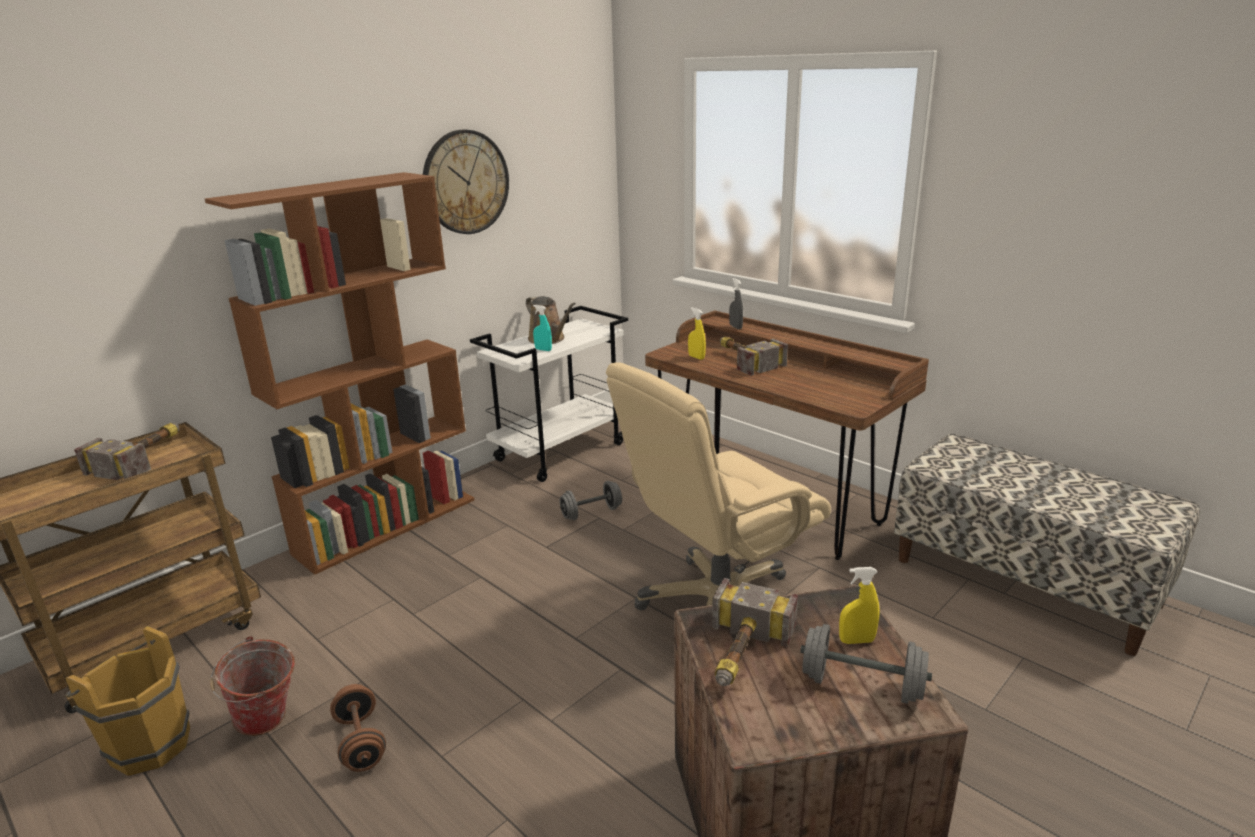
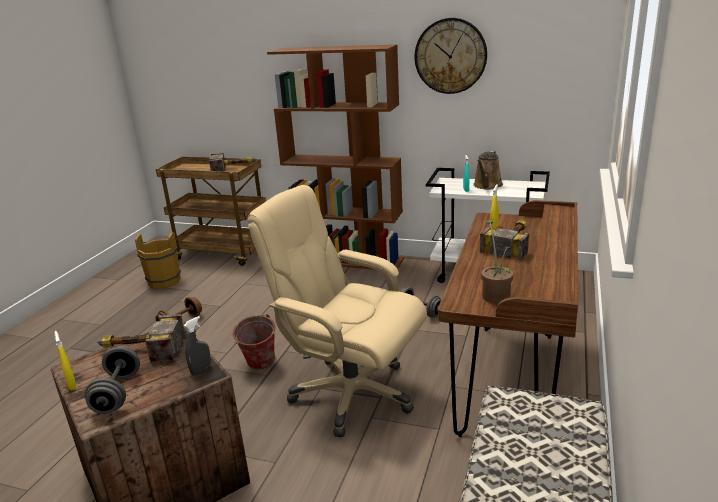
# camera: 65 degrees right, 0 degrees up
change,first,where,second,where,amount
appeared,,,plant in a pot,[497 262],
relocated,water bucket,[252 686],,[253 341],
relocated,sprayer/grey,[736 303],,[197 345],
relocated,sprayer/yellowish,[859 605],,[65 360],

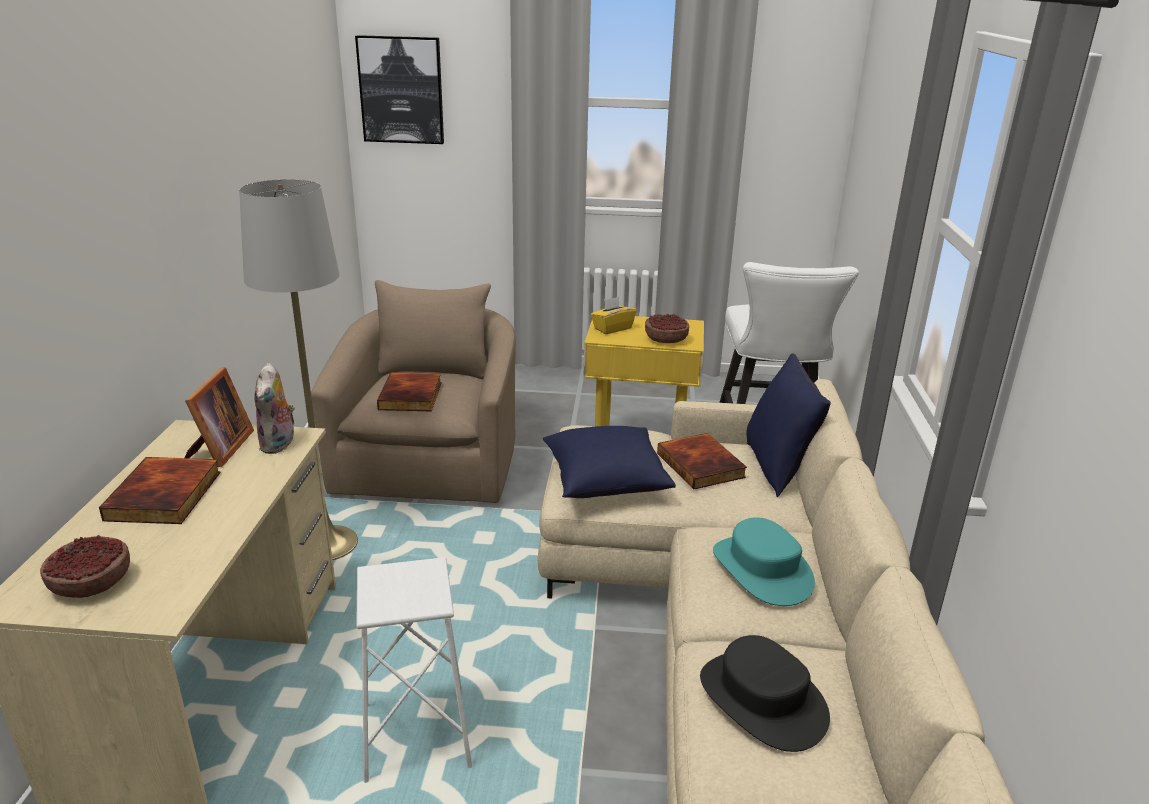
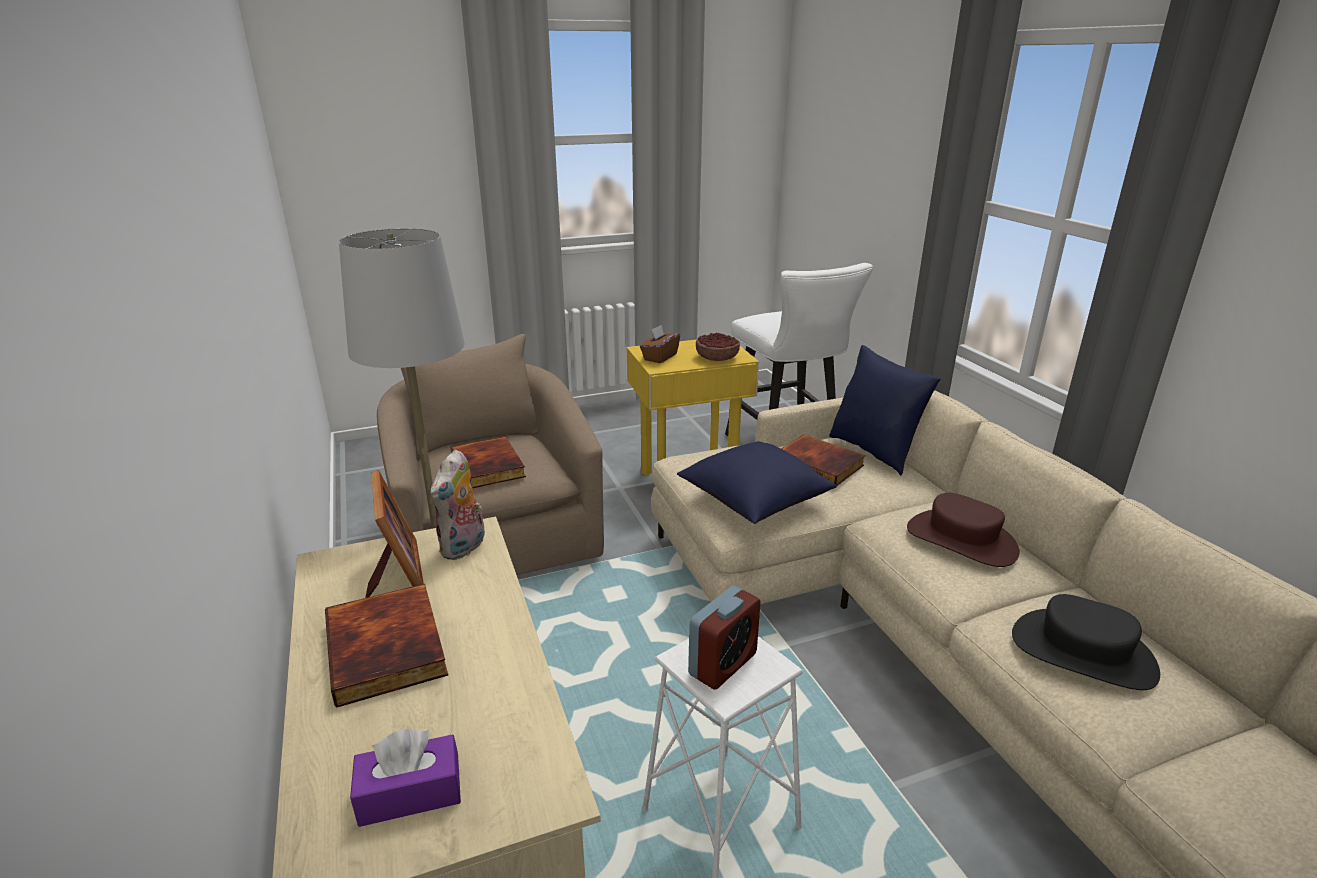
# camera: 25 degrees left, 0 degrees up
change,first,where,second,where,amount
missing,wall art,[399 89],,,
appeared,,,bedside clock,[724 638],
exchanged,deep dish,[85 566],box of tissues/purple-coloured,[405 778],
colour,box of tissues/yellowish,[613 315],box of tissues/brownish,[660 343],
colour,clothing hat/turquoise,[764 561],clothing hat/brownish,[963 530],
spun,cuddly toy,[274 408],,[457 504],45 degrees clockwise

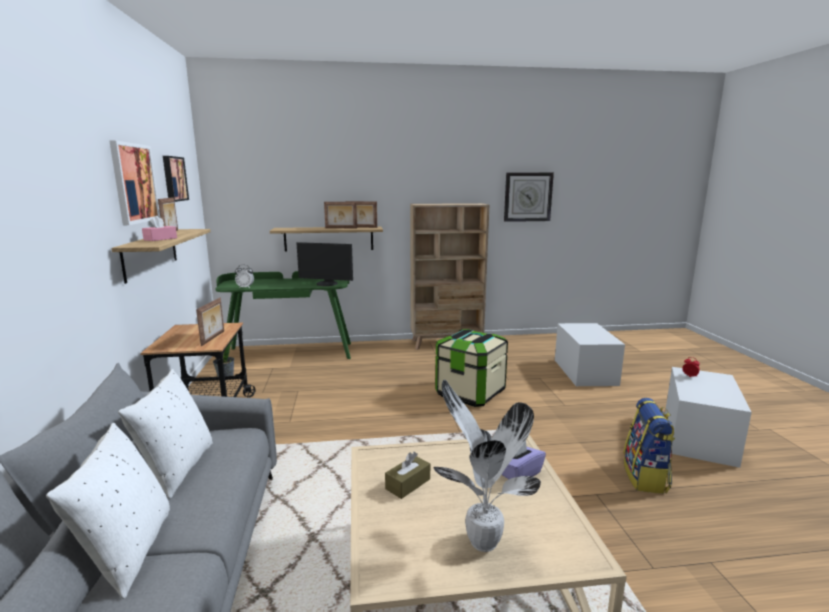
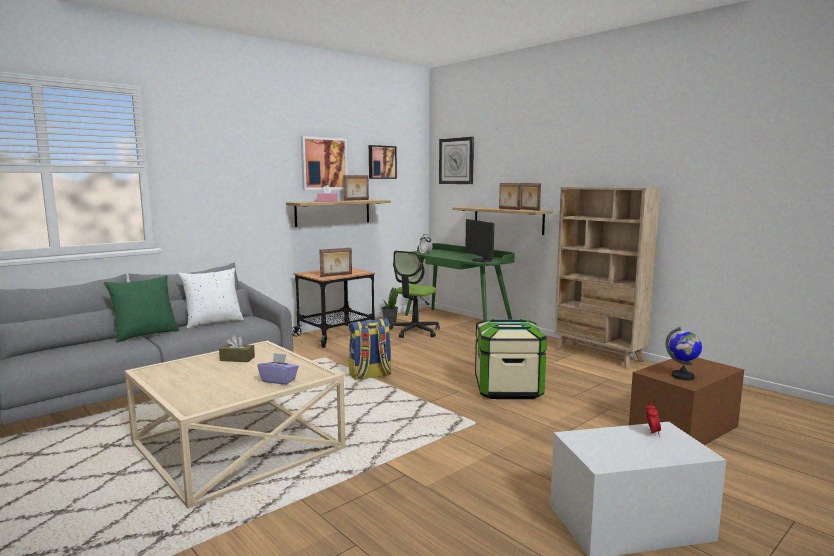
# camera: 55 degrees right, 5 degrees down
change,first,where,second,where,amount
missing,plant in a pot,[487 466],,,
appeared,,,computer chair,[414 294],
appeared,,,globe,[684 353],
relocated,hanging clock,[529 197],,[456 160],
relocated,knapsack,[649 446],,[370 349],
colour,throw pillow/whitish,[108 511],throw pillow/green,[141 309],
colour,storage box/whitish,[590 354],storage box/brownish,[686 401],

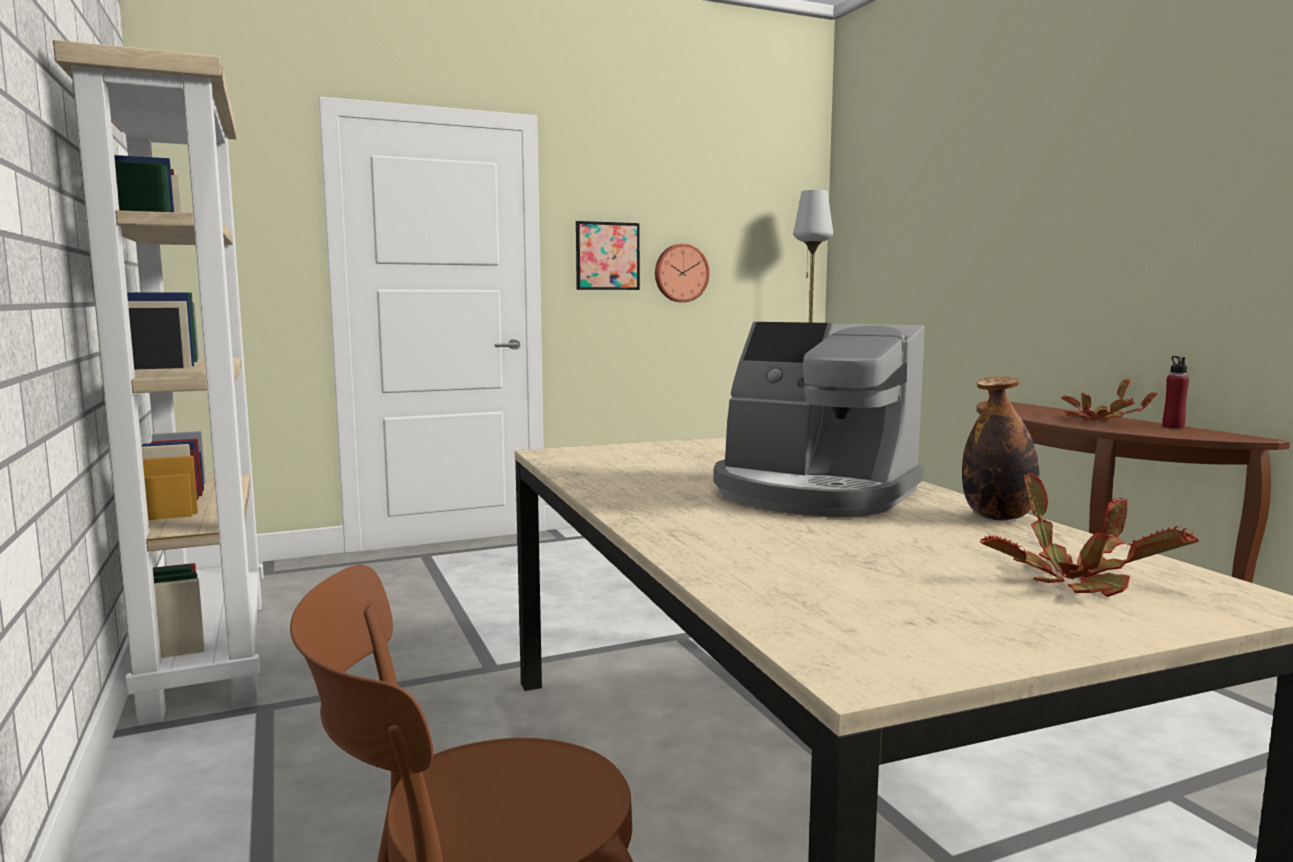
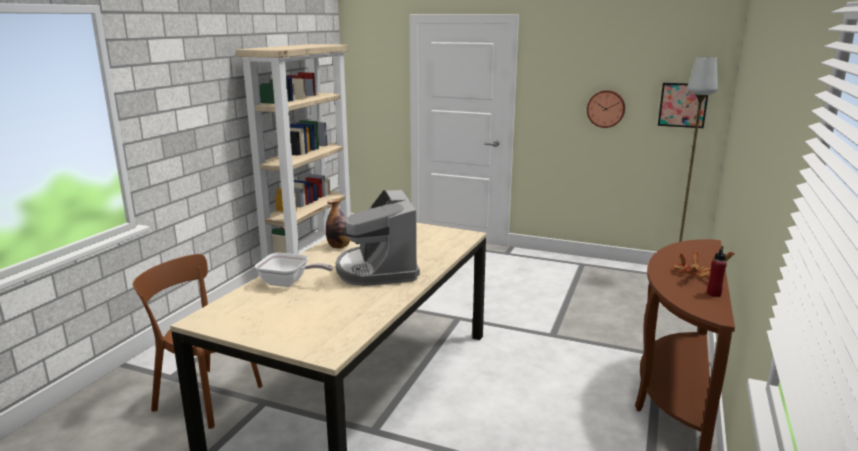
# camera: 45 degrees right, 10 degrees up
change,first,where,second,where,amount
missing,plant in a pot,[1089 534],,,
appeared,,,pan,[294 270],
relocated,wall art,[608 255],,[683 105],
relocated,bottle,[1001 448],,[338 223],

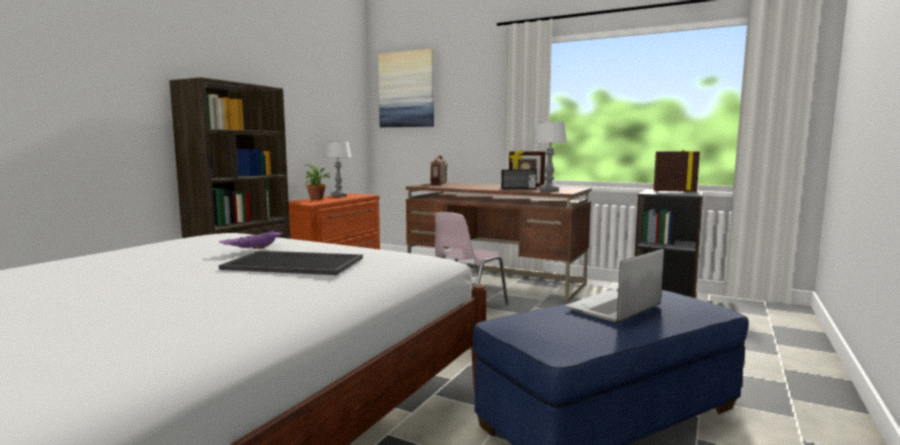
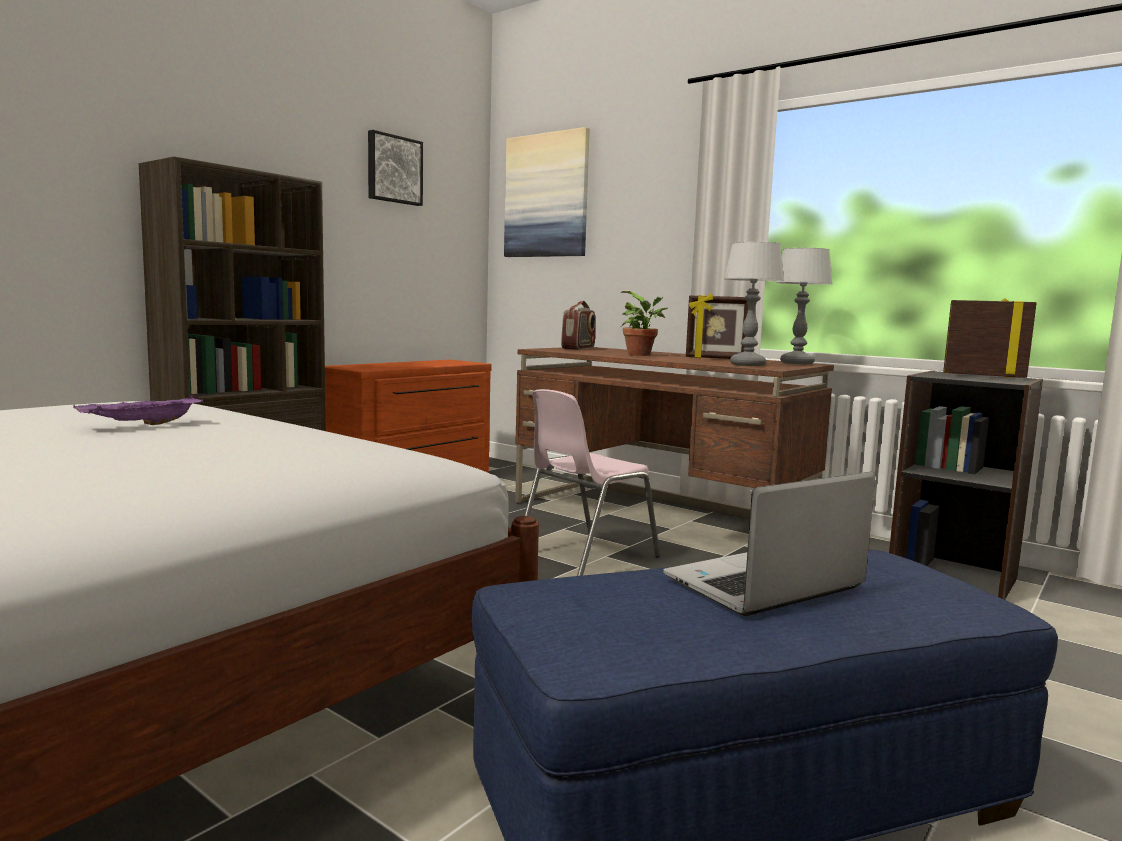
# camera: 10 degrees right, 0 degrees up
change,first,where,second,where,amount
missing,tray,[291 262],,,
missing,radio set,[519 179],,,
appeared,,,wall art,[395 168],
relocated,plant in a pot,[317 182],,[644 323],
relocated,lamp for a table,[337 169],,[804 306],

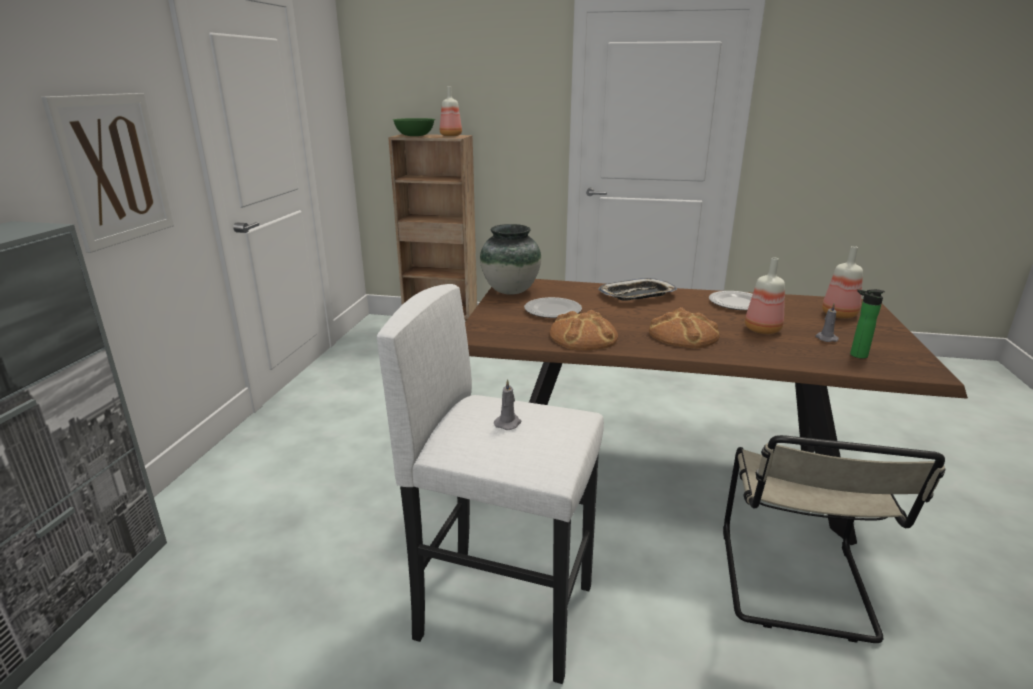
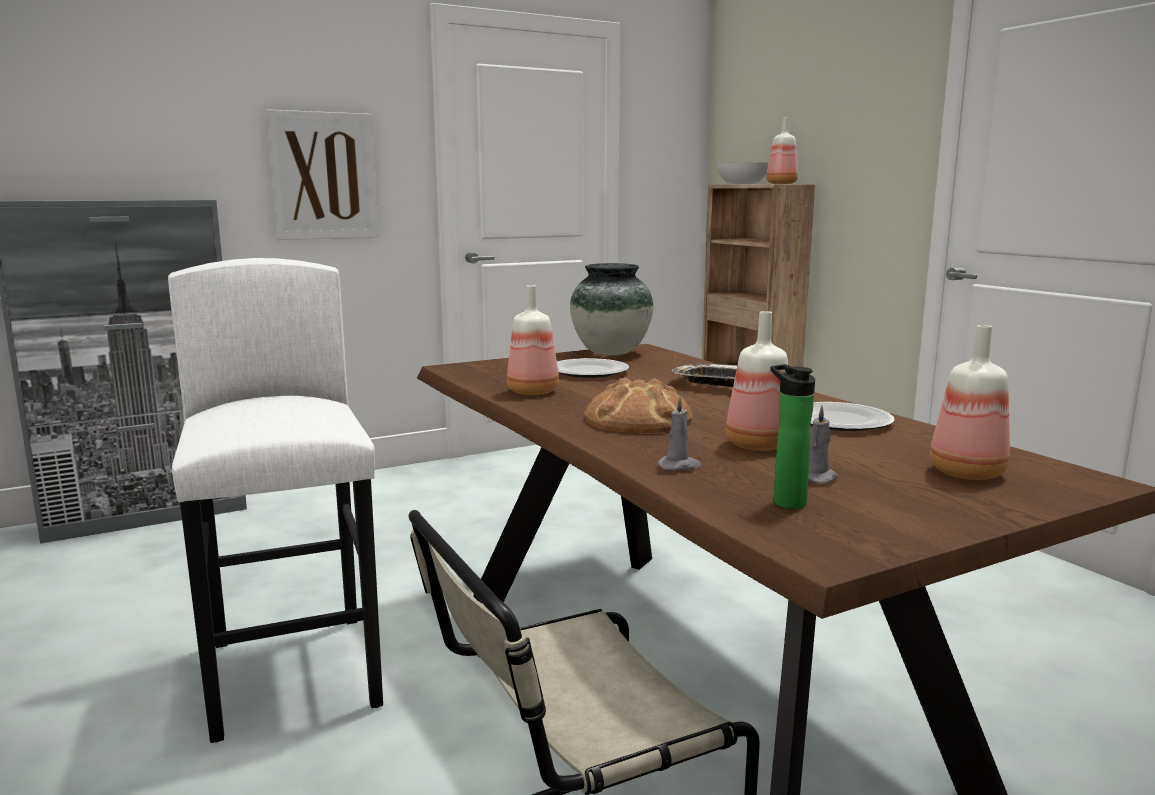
# camera: 50 degrees right, 10 degrees down
change,first,where,second,where,amount
relocated,wax light/grey,[507 404],,[679 433],
exchanged,baked bread,[584 330],bottle,[533 340],
colour,deep dish/green,[414 127],deep dish/whitish,[741 173],

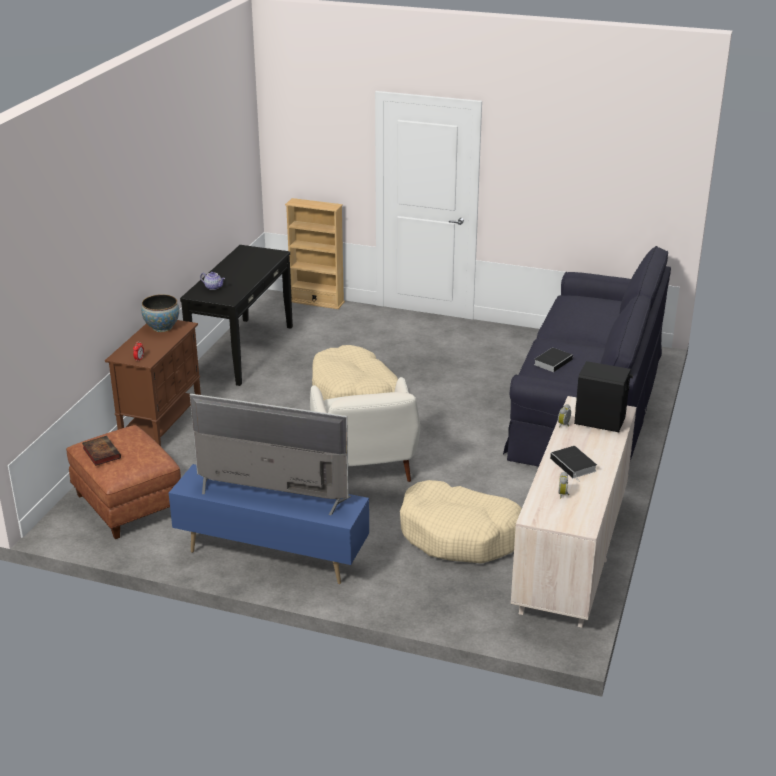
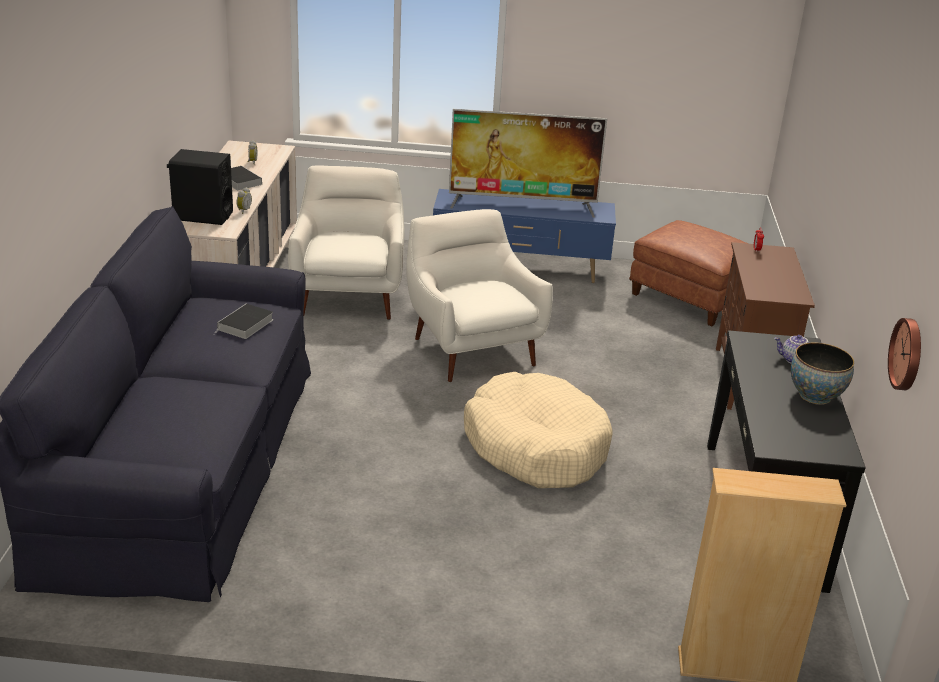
# camera: 165 degrees right, 0 degrees up
change,first,where,second,where,amount
missing,bound book,[101 451],,,
appeared,,,hanging clock,[904 354],
relocated,deep dish,[160 313],,[822 373],
exchanged,dog bed/beige-coloured,[461 521],armchair/whitish,[346 242],

